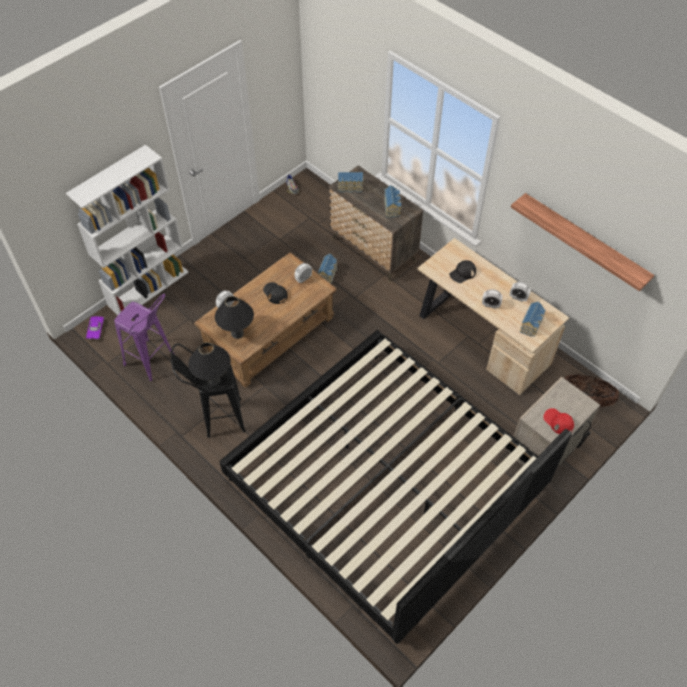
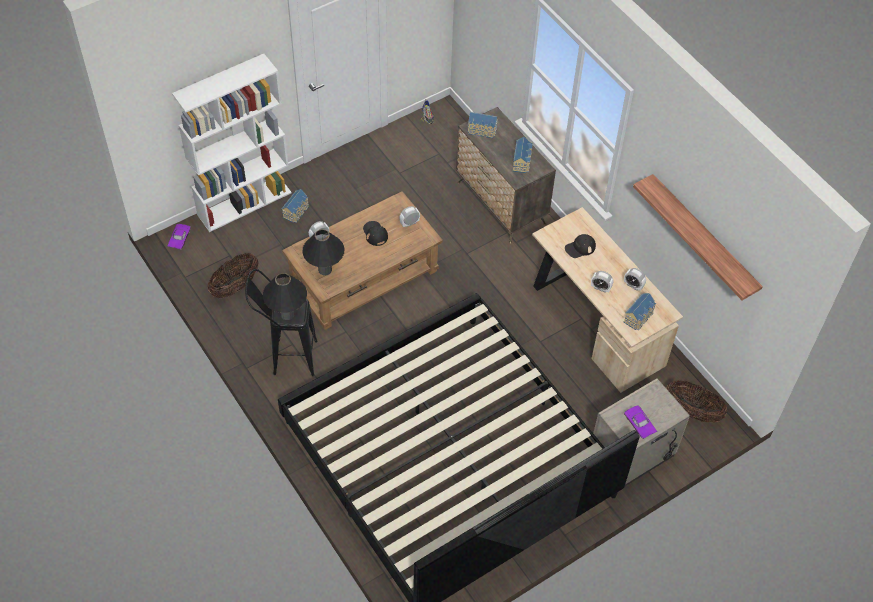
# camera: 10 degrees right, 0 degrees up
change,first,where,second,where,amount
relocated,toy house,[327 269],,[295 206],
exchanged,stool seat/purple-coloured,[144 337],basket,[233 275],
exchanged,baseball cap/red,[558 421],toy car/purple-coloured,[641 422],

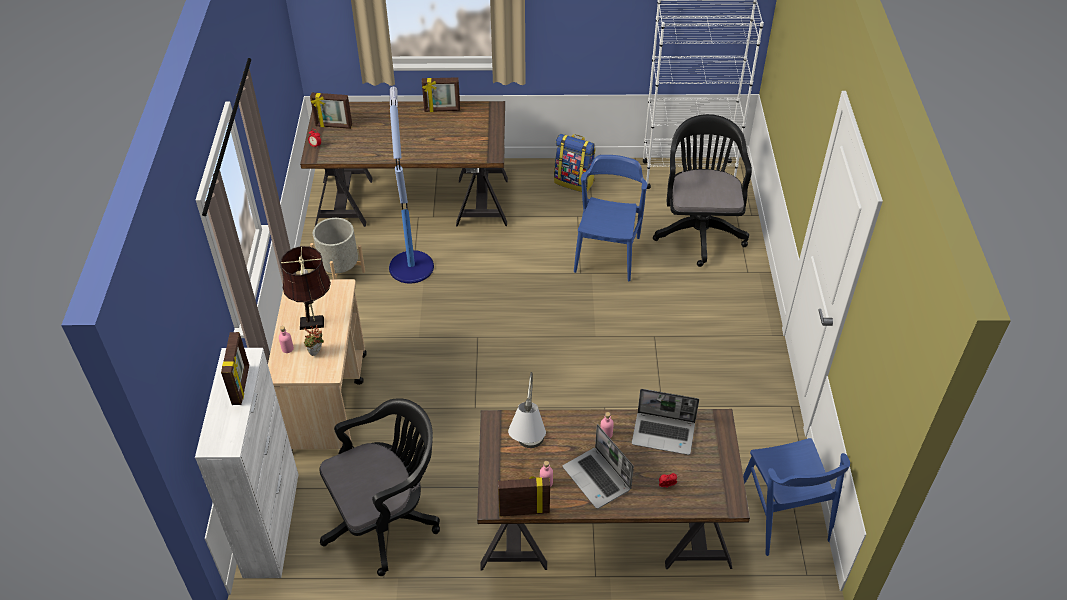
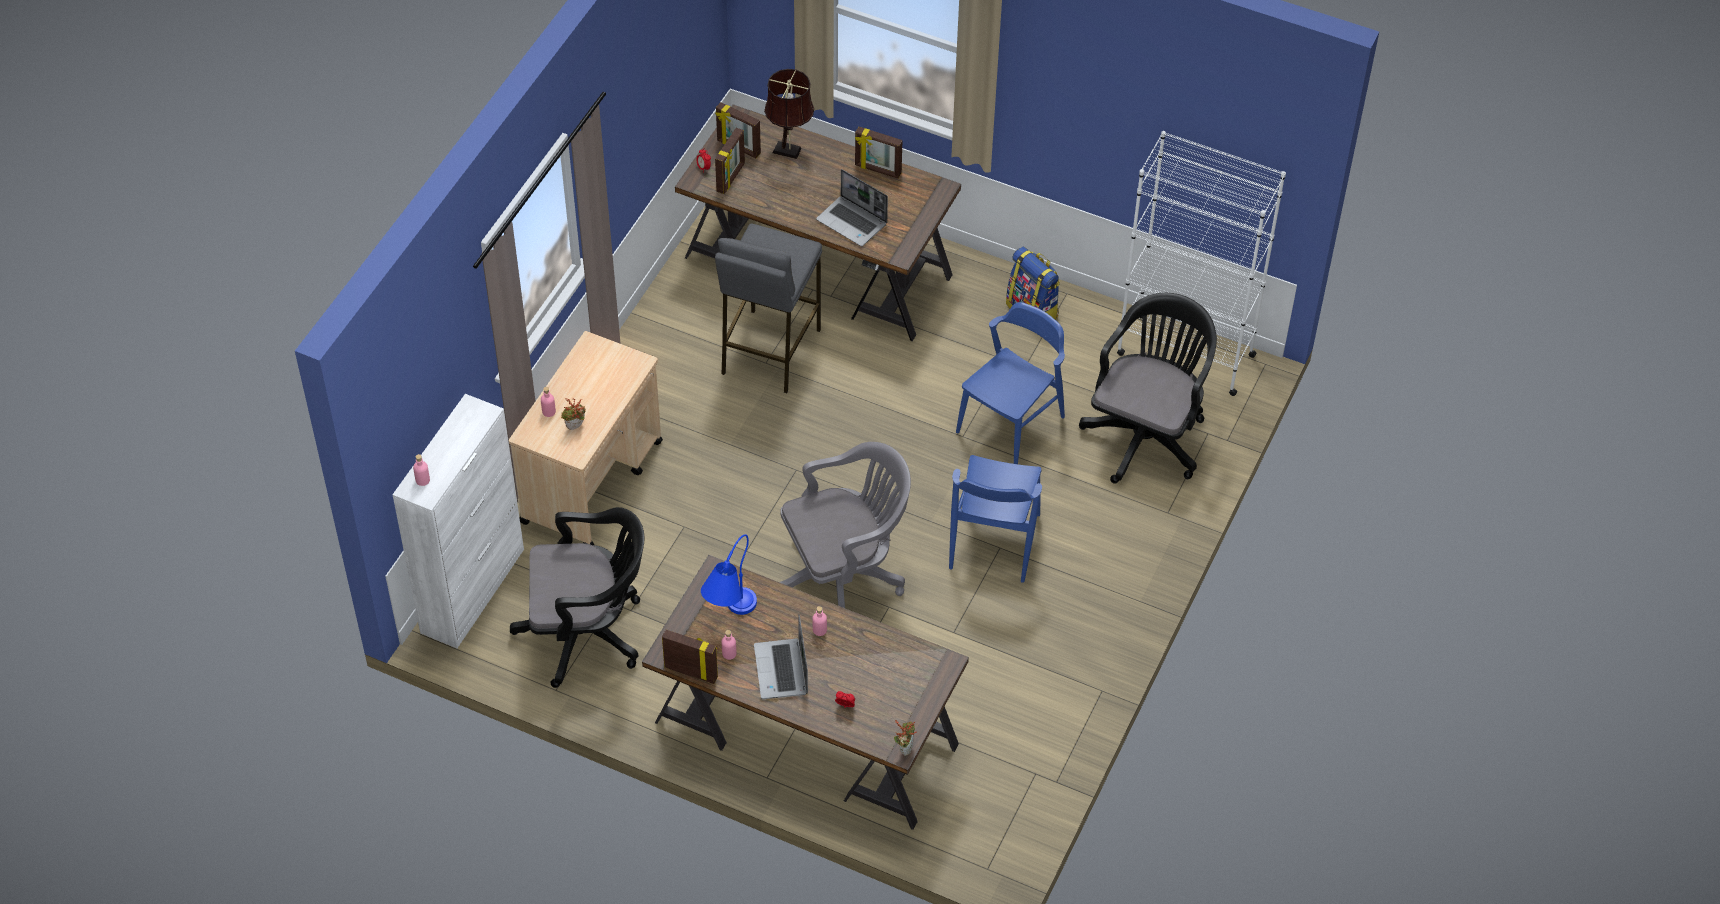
# camera: 25 degrees right, 5 degrees up
change,first,where,second,where,amount
missing,planter/grey,[337 248],,,
appeared,,,bottle/pink-coloured,[421 470],
appeared,,,computer chair/grey,[845 525],
appeared,,,plant in a pot,[905 738],
relocated,photo frame,[235 368],,[730 161],
relocated,lamp for a table/brownish,[305 288],,[789 114],
relocated,portable computer,[665 422],,[852 207],
relocated,upright chair/bluish,[796 497],,[995 519],
exchanged,standard lamp,[411 185],stool seat/grey,[768 308],
colour,lamp for a table/grey,[527 410],lamp for a table/bluish,[729 574],

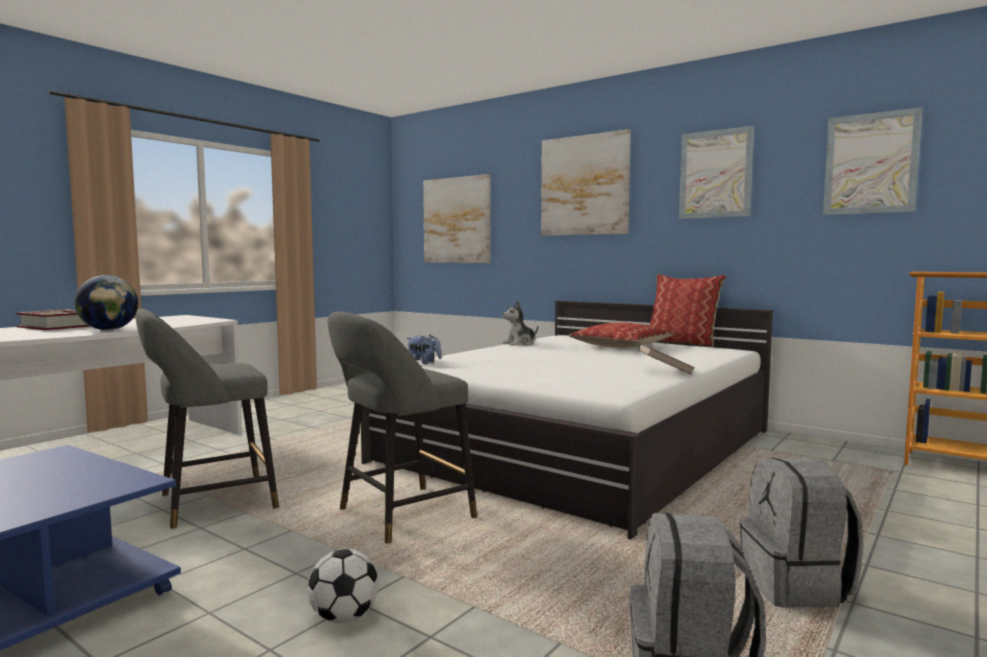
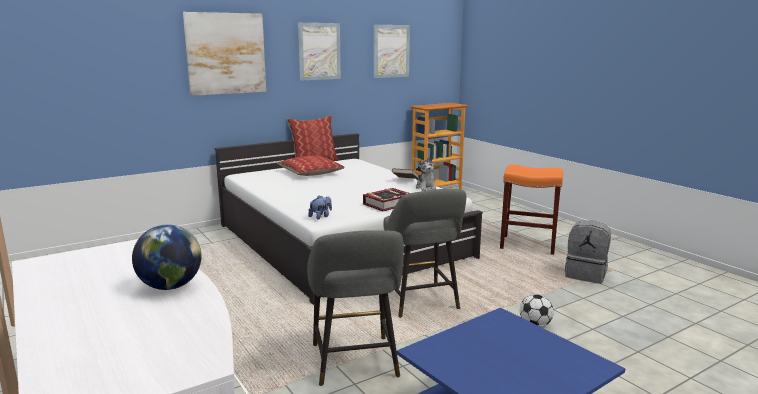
# camera: 70 degrees left, 10 degrees up
change,first,where,second,where,amount
missing,wall art,[456 218],,,
relocated,bound book,[53 319],,[386 199],
relocated,cuddly toy,[520 323],,[426 173],
exchanged,knapsack/grey,[801 533],stool seat/orange,[531 209],

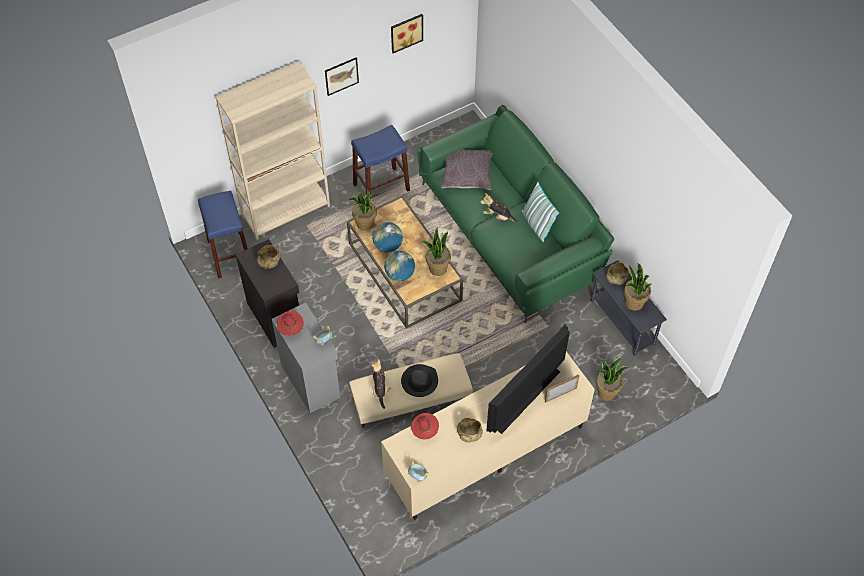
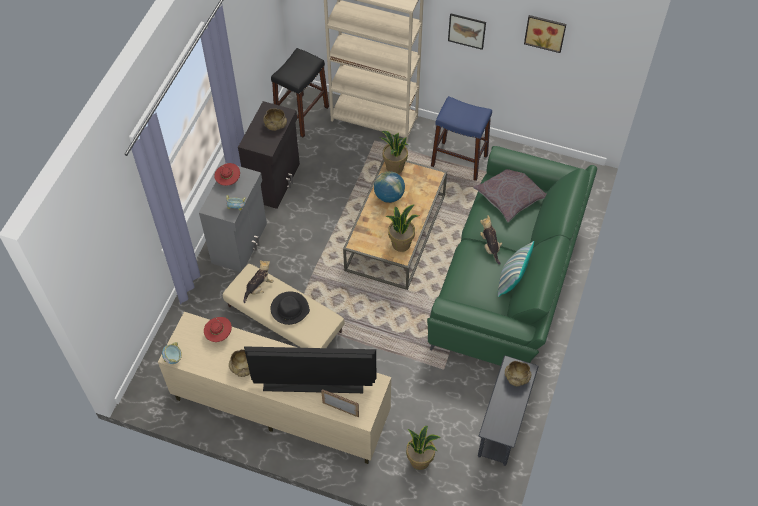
# camera: 50 degrees right, 0 degrees up
change,first,where,second,where,amount
missing,globe,[399 266],,,
missing,plant in a pot,[637 287],,,
colour,stool seat/bluish,[223 234],stool seat/black-coloured,[300 92],

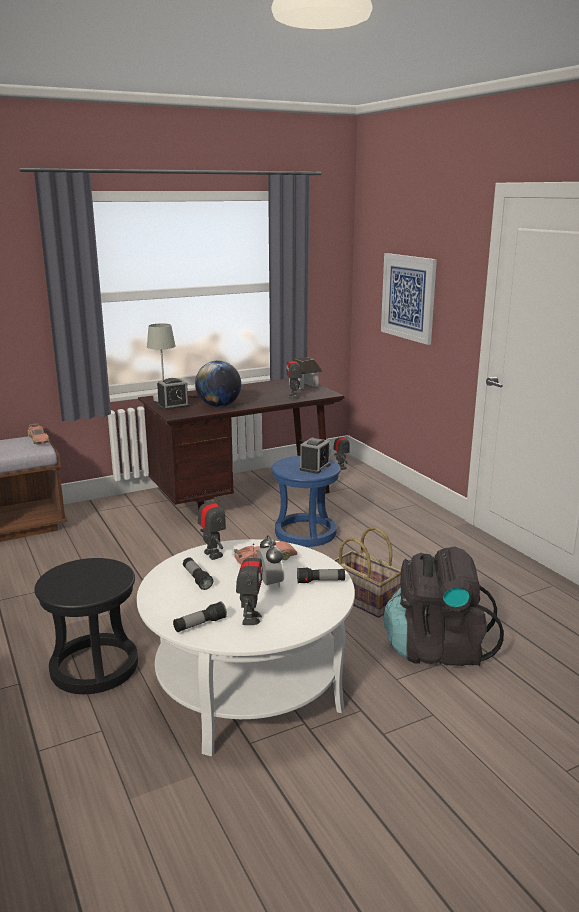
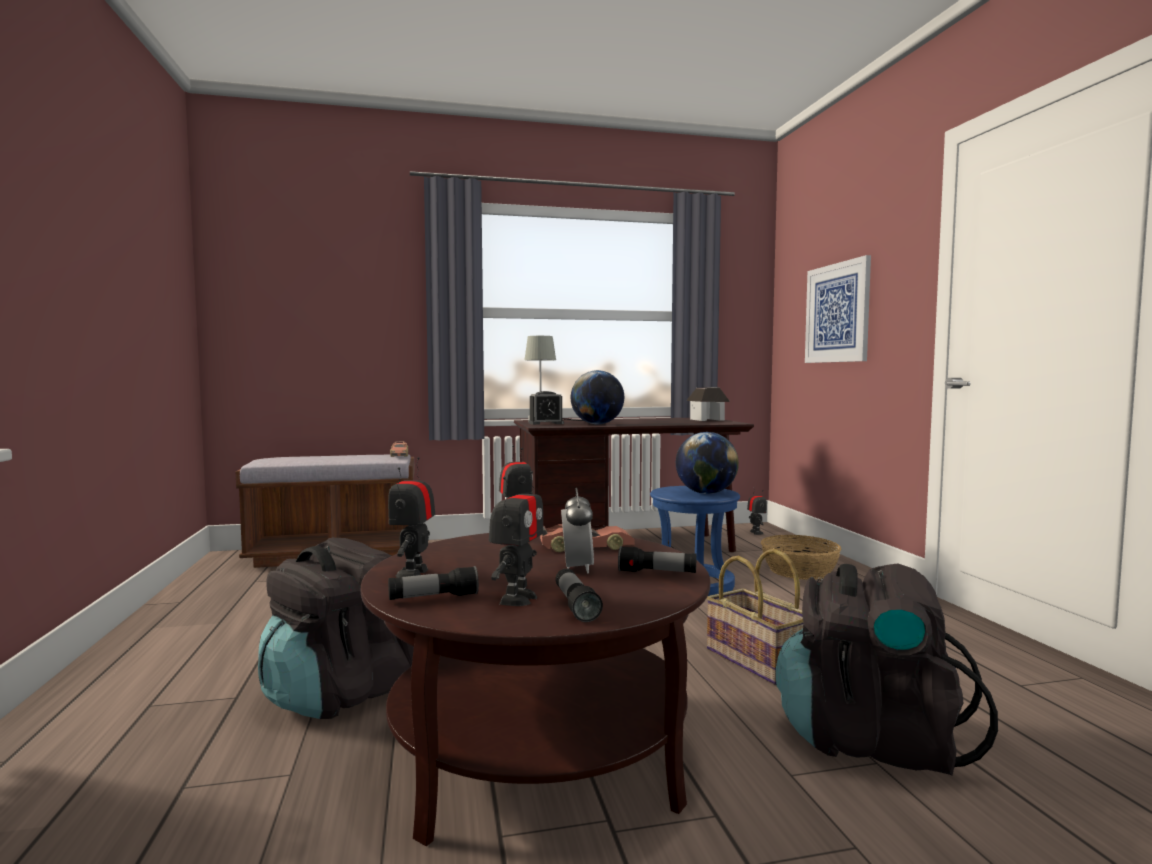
# camera: 15 degrees right, 15 degrees down
change,first,where,second,where,amount
appeared,,,basket,[801 557],
relocated,flashlight,[198 573],,[579 595],
relocated,model robot,[294 375],,[411 517],
exchanged,stool seat/black-coloured,[86 626],knapsack/black-coloured,[336 628],
exchanged,bedside clock,[315 456],globe,[707 463],
colour,low table/whitish,[246 647],low table/brownish,[535 689],

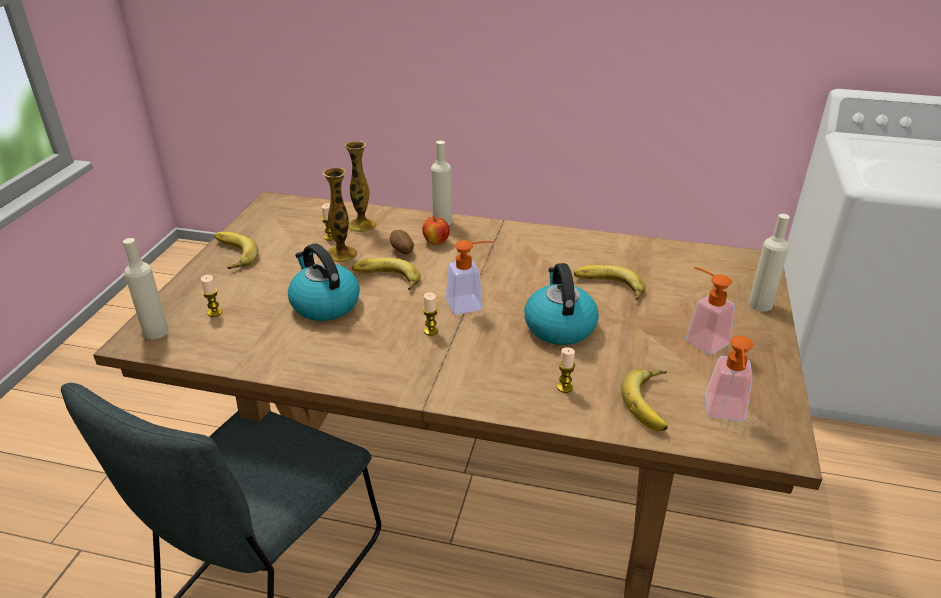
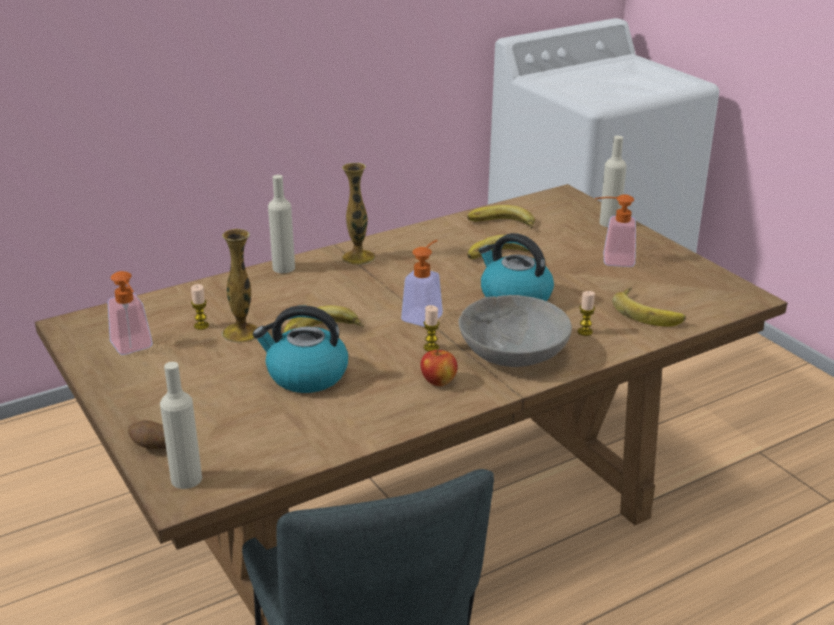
# camera: 45 degrees left, 5 degrees down
change,first,where,second,where,amount
missing,wax light,[211 296],,,
appeared,,,deep dish/grey,[515 331],
relocated,banana,[236 250],,[501 217],
relocated,flower vase,[361 187],,[358 214],
relocated,whole potato,[402 242],,[147 435],
relocated,apple fruit,[436 230],,[438 367],
relocated,soap dispenser,[730 378],,[130 313],

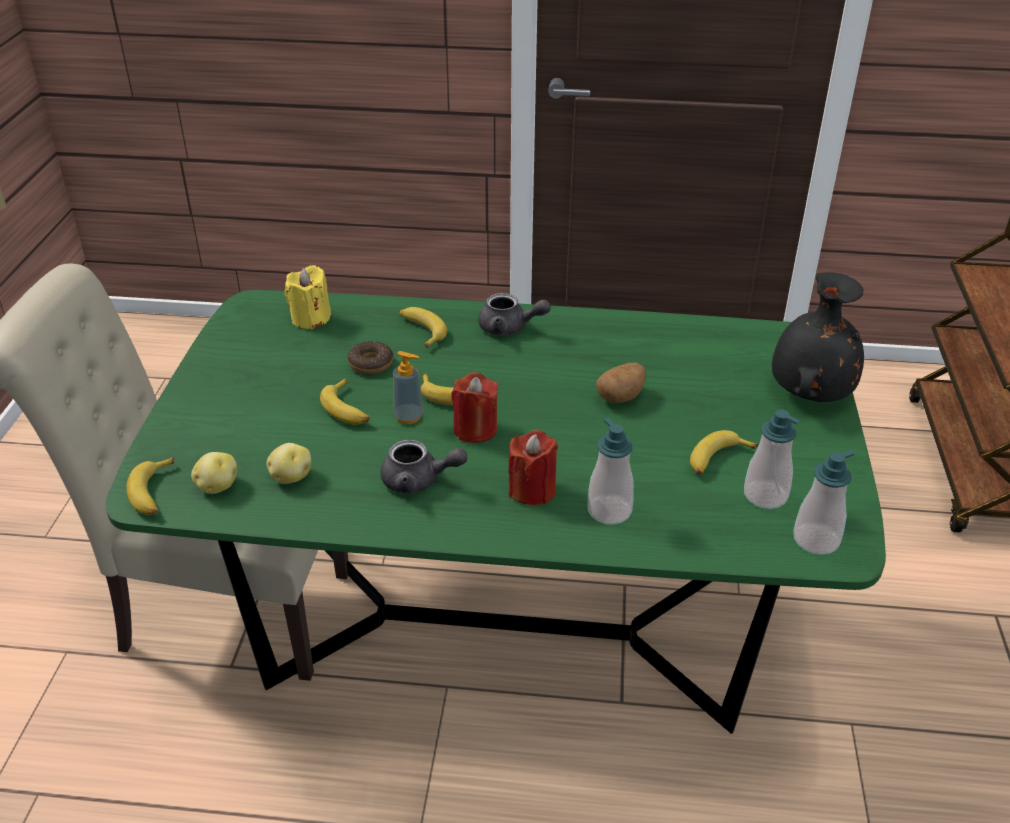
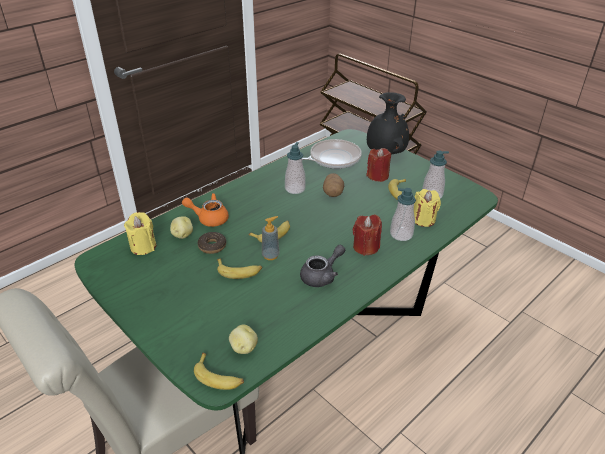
# camera: 50 degrees left, 0 degrees up
change,first,where,second,where,amount
missing,tea pot/grey,[514 314],,,
appeared,,,pan,[332 154],
appeared,,,wax light/yellowish,[427 208],
relocated,whole potato,[289 463],,[181 227],
relocated,wax light/red,[474 407],,[378 165],
relocated,soap dispenser,[824 502],,[295 168],
exchanged,banana,[423 327],tea pot/orange,[205 210],

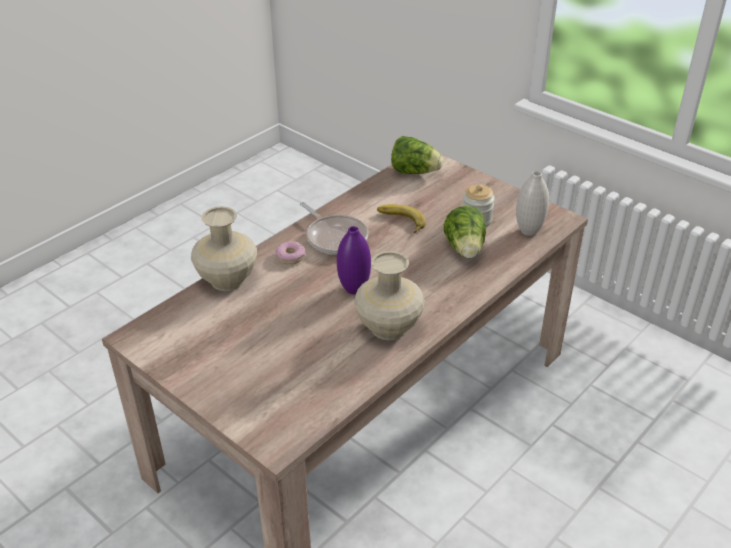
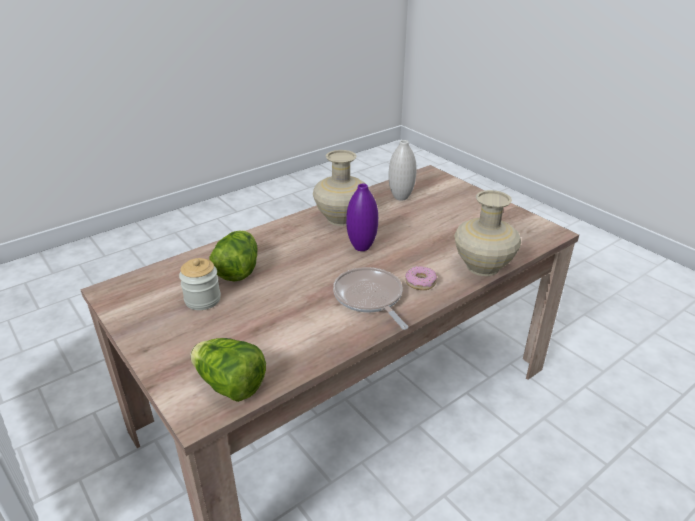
# camera: 170 degrees left, 5 degrees down
change,first,where,second,where,amount
missing,banana,[401 218],,,
relocated,flower vase/whitish,[532 203],,[402 170],

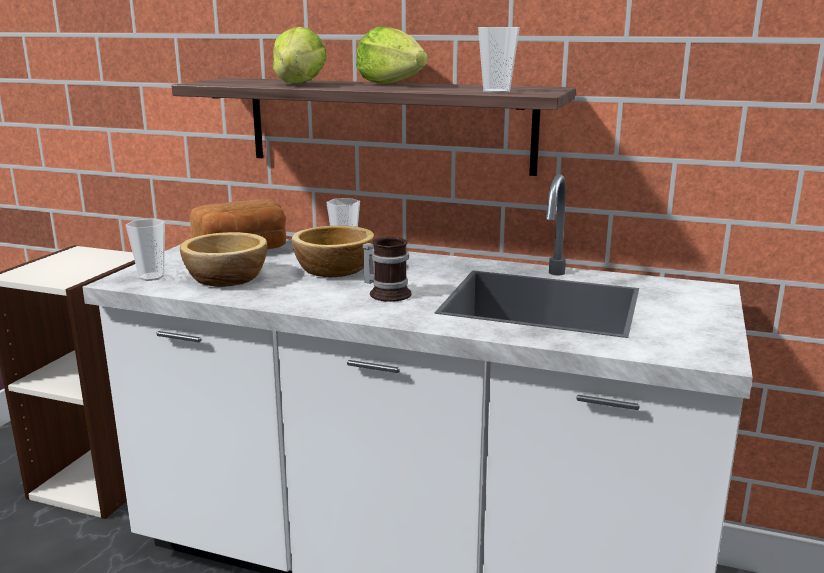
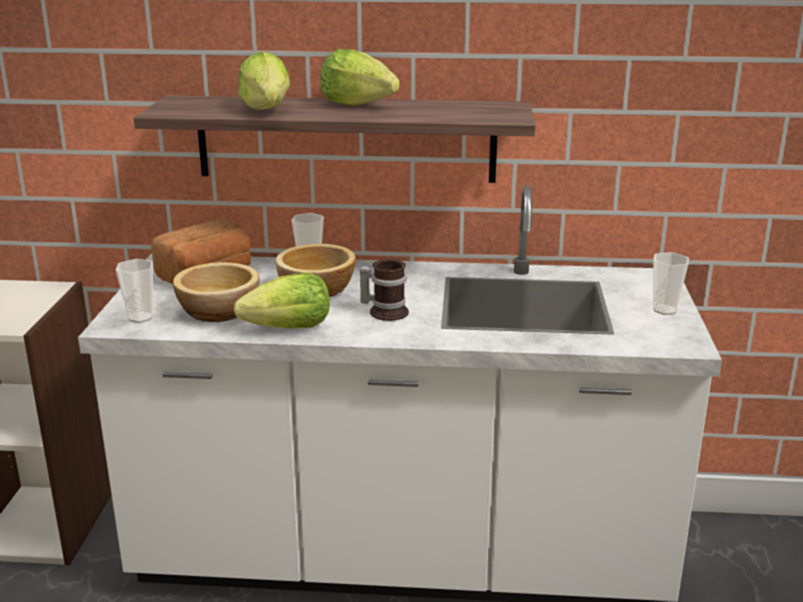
# camera: 15 degrees left, 5 degrees up
change,first,where,second,where,amount
appeared,,,head of lettuce,[282 301],
relocated,drinking cup,[499 60],,[671 283],

